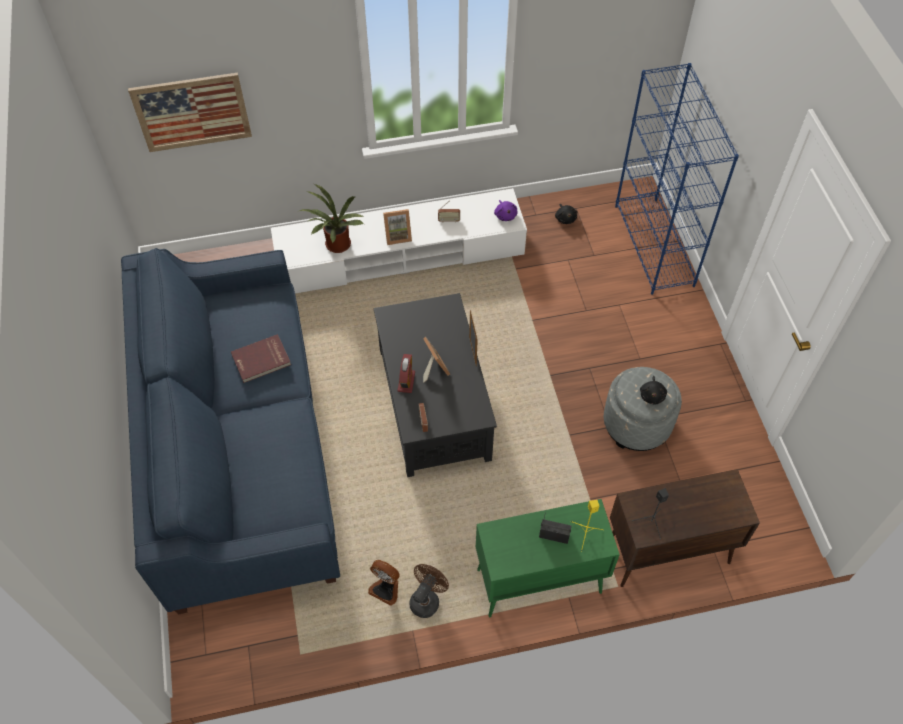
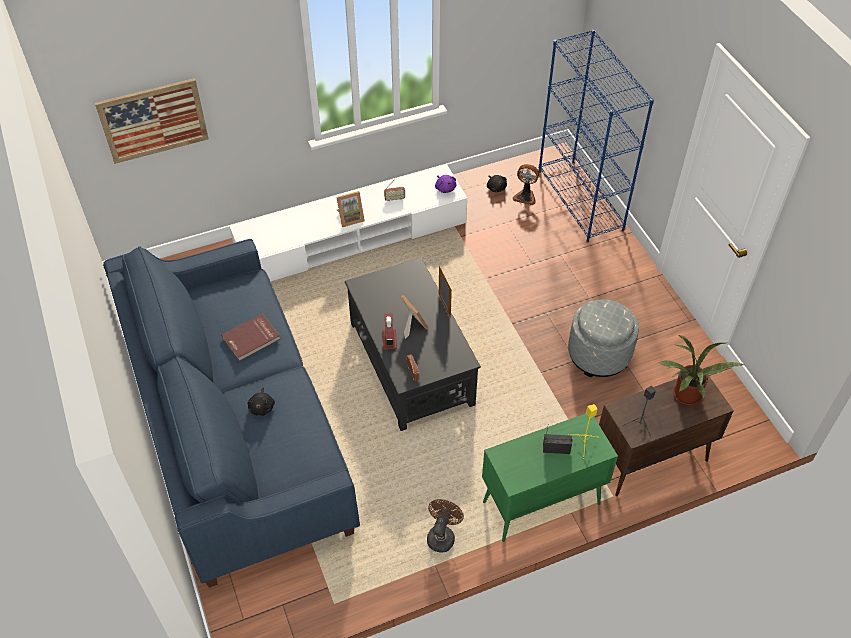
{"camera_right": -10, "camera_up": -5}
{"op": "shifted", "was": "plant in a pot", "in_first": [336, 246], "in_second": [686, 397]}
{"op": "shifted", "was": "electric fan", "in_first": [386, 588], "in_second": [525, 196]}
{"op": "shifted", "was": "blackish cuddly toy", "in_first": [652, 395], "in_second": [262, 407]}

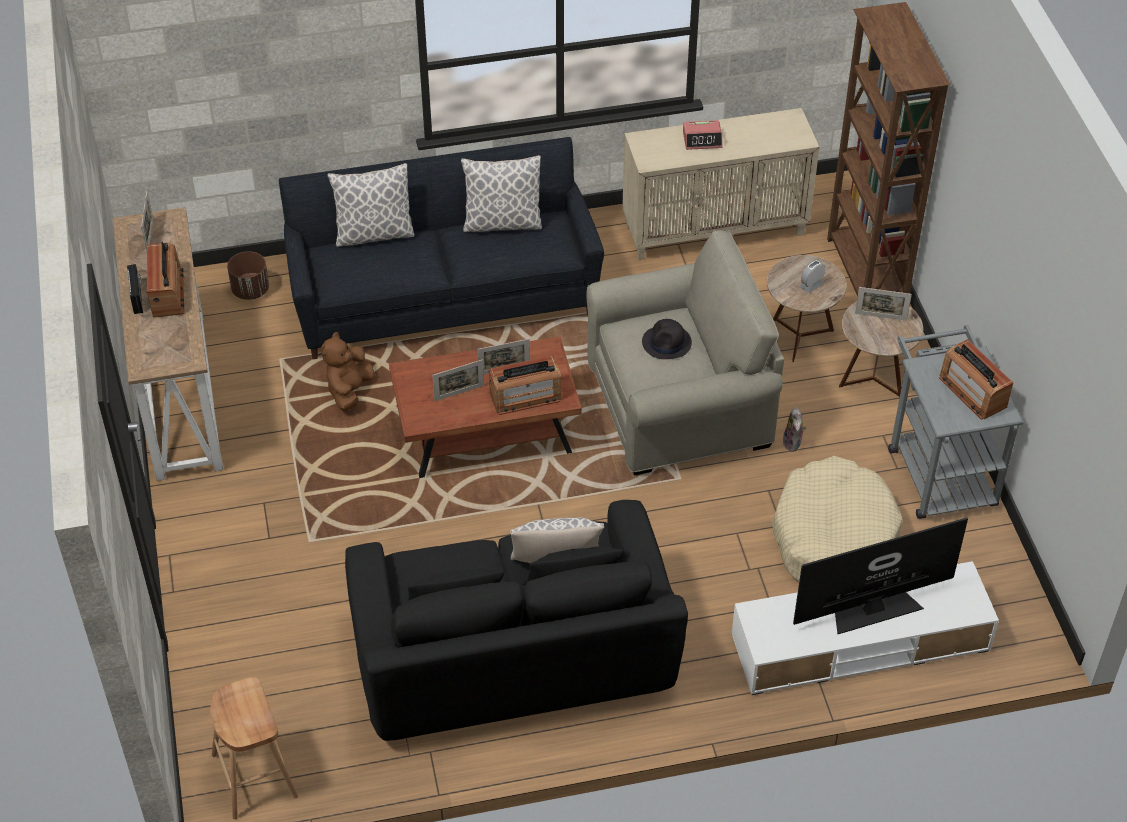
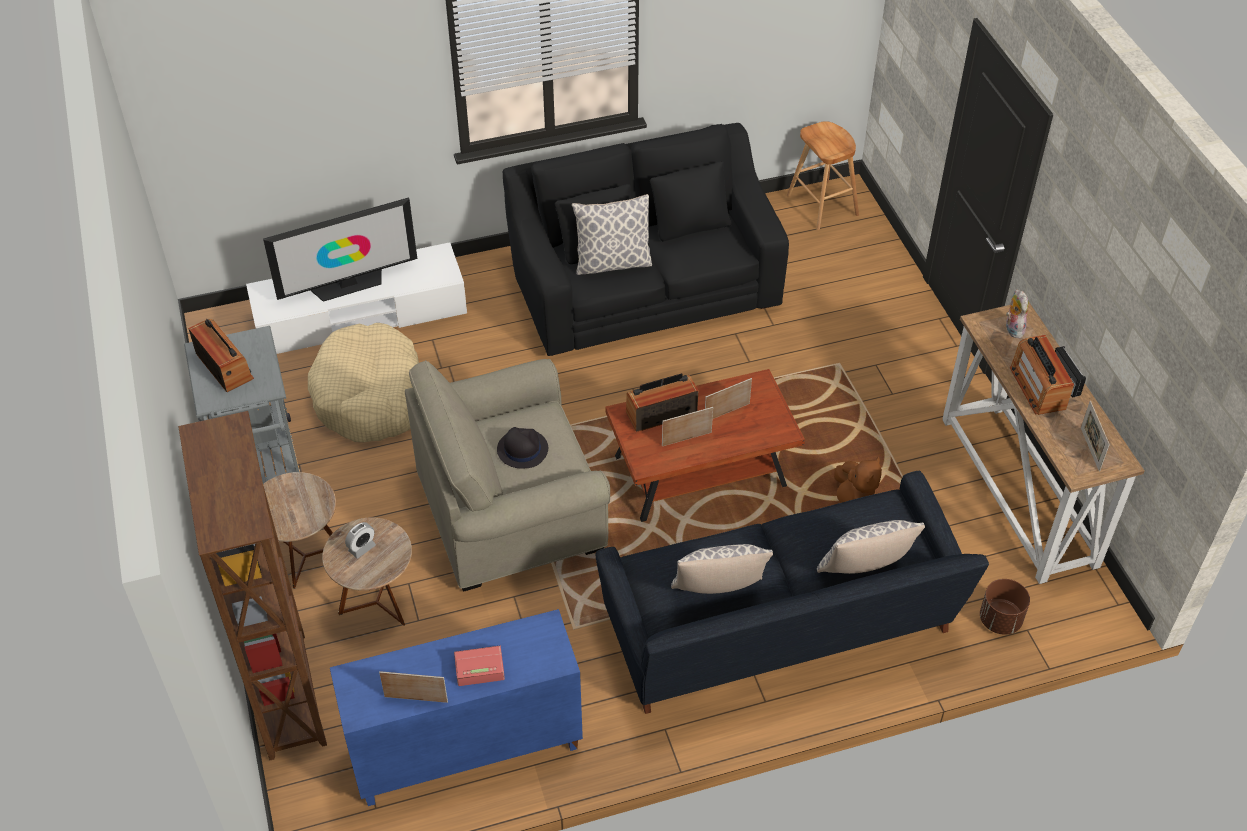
{"camera_right": 175, "camera_up": 0}
{"op": "shifted", "was": "cuddly toy", "in_first": [793, 443], "in_second": [1012, 329]}
{"op": "shifted", "was": "photo frame", "in_first": [880, 317], "in_second": [416, 699]}
{"op": "repainted", "was": "sand-coloured cupboard", "now": "blue cupboard", "in_first": [715, 229], "in_second": [465, 751]}

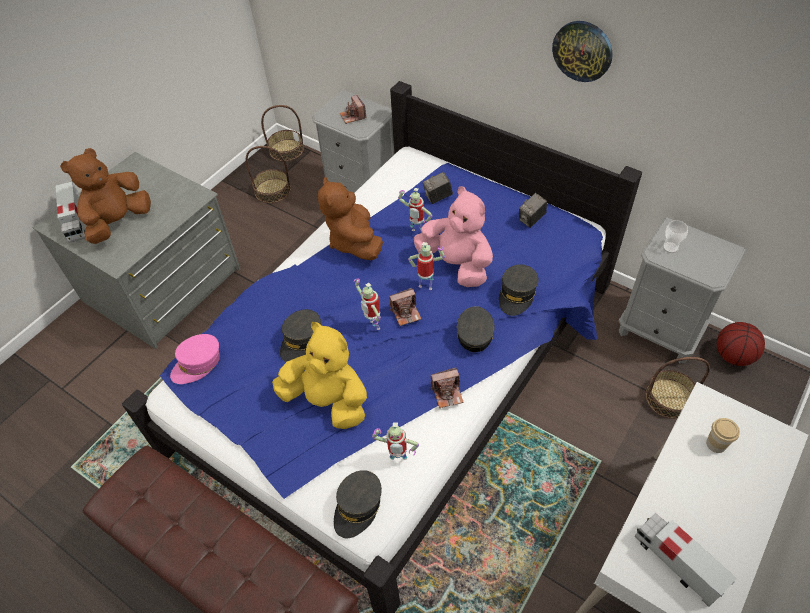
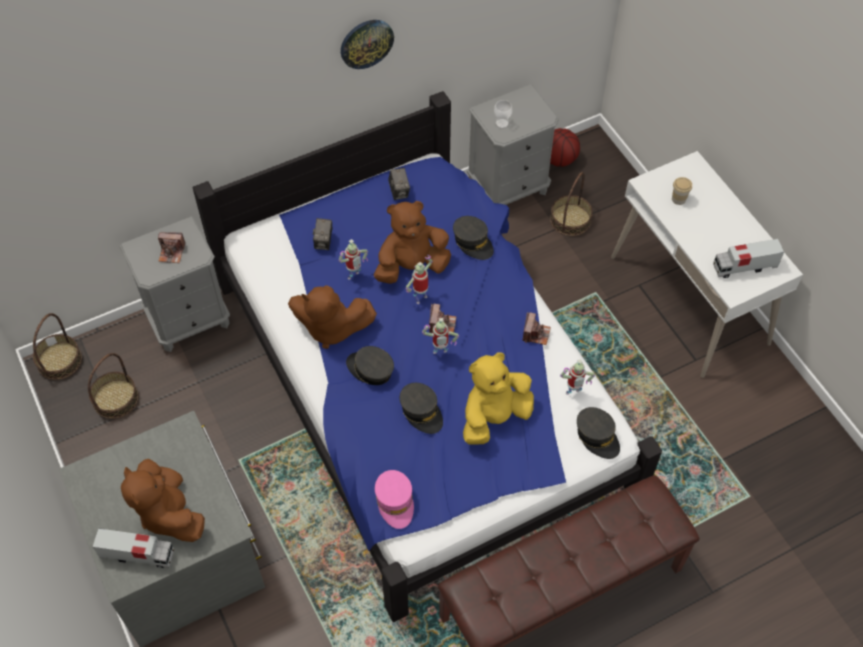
{"camera_right": -65, "camera_up": 5}
{"op": "shifted", "was": "greyish peaked cap", "in_first": [474, 333], "in_second": [370, 369]}
{"op": "repainted", "was": "pink-coloured cuddly toy", "now": "brownish cuddly toy", "in_first": [456, 264], "in_second": [411, 266]}
{"op": "rotated", "was": "robot figure", "in_first": [398, 460], "in_second": [572, 394], "clockwise": 45}

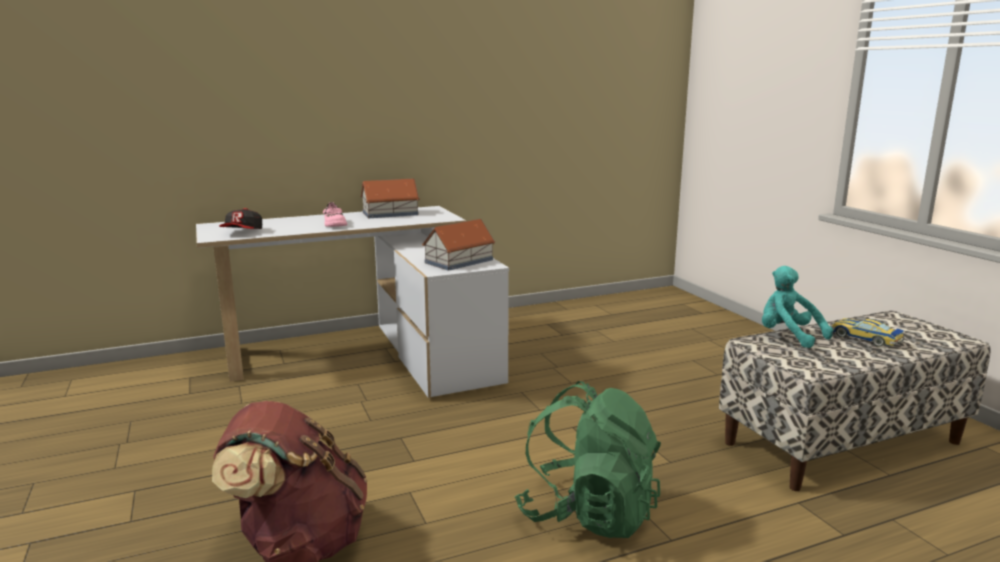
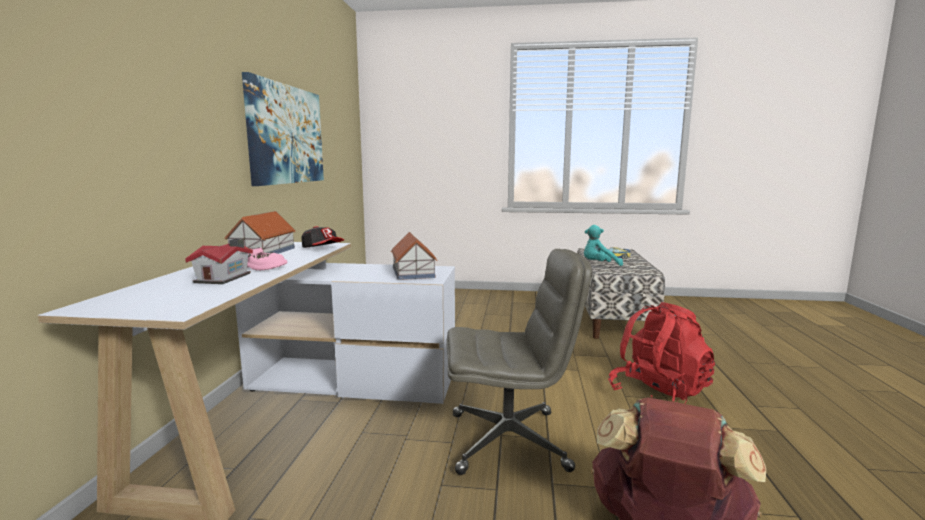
{"camera_right": -60, "camera_up": -5}
{"op": "new", "now": "toy house", "in_second": [225, 278]}
{"op": "new", "now": "wall picture", "in_second": [286, 135]}
{"op": "new", "now": "greyish office chair", "in_second": [509, 441]}
{"op": "shifted", "was": "peaked cap", "in_first": [243, 232], "in_second": [322, 249]}
{"op": "repainted", "was": "green knapsack", "now": "red-coloured knapsack", "in_first": [588, 514], "in_second": [658, 395]}

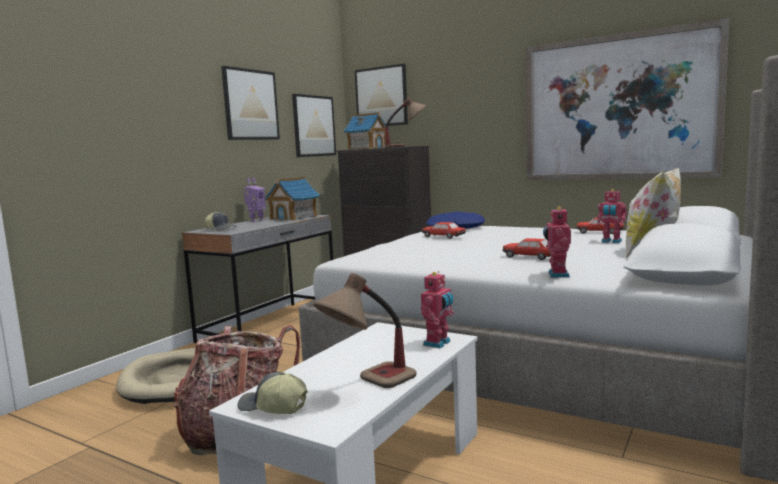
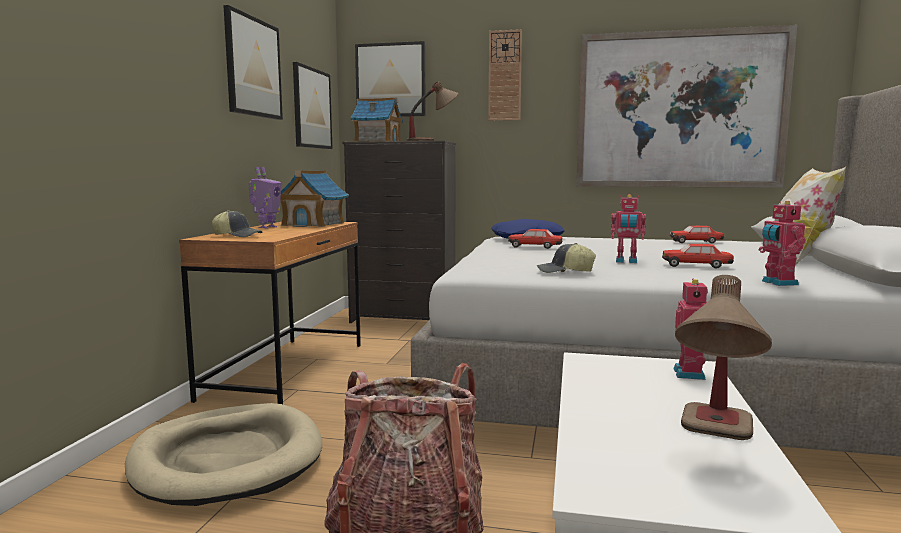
{"camera_right": -20, "camera_up": 0}
{"op": "new", "now": "wall clock", "in_second": [505, 76]}
{"op": "shifted", "was": "peaked cap", "in_first": [272, 408], "in_second": [565, 272]}
{"op": "shifted", "was": "robot figure", "in_first": [611, 242], "in_second": [626, 261]}
{"op": "repainted", "was": "greyish desk unit", "now": "brownish desk unit", "in_first": [270, 325], "in_second": [287, 370]}

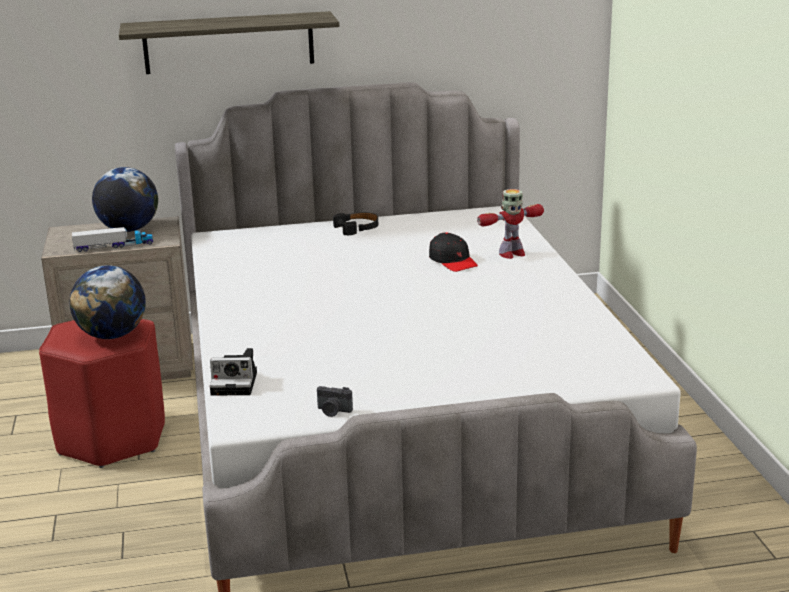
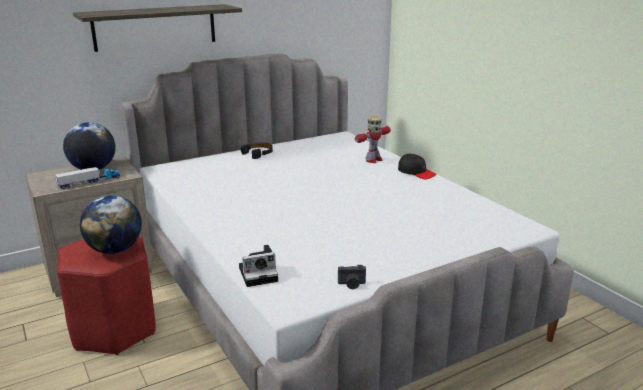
{"camera_right": -20, "camera_up": 0}
{"op": "shifted", "was": "blackish peaked cap", "in_first": [453, 261], "in_second": [416, 172]}

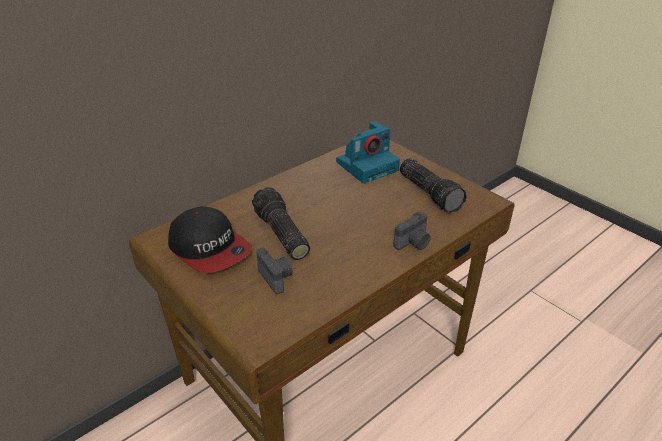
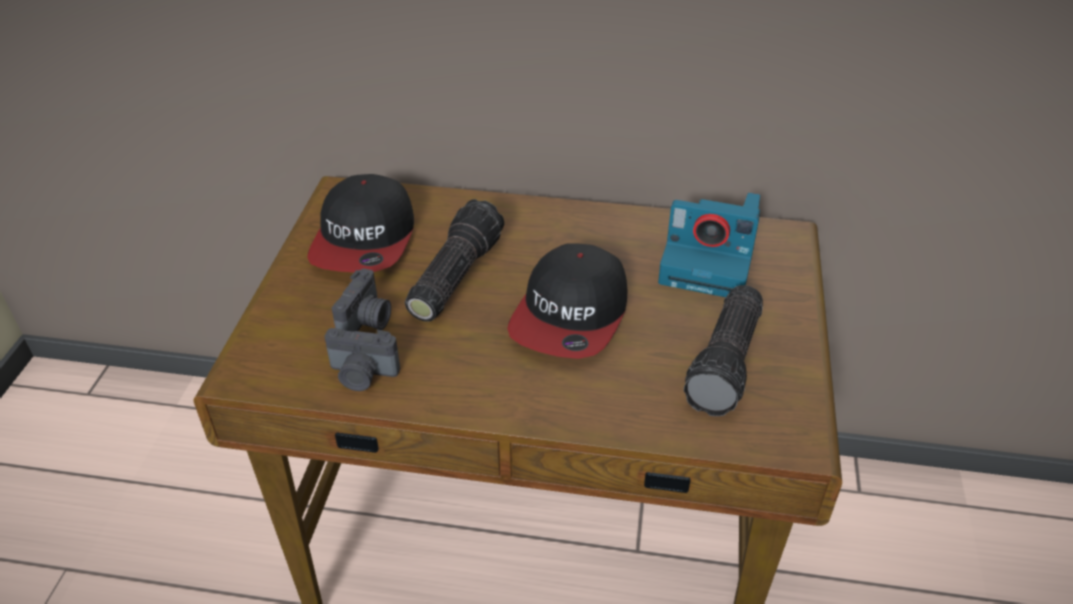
{"camera_right": 50, "camera_up": 5}
{"op": "new", "now": "peaked cap", "in_second": [571, 315]}
{"op": "shifted", "was": "photo camera", "in_first": [413, 243], "in_second": [362, 375]}

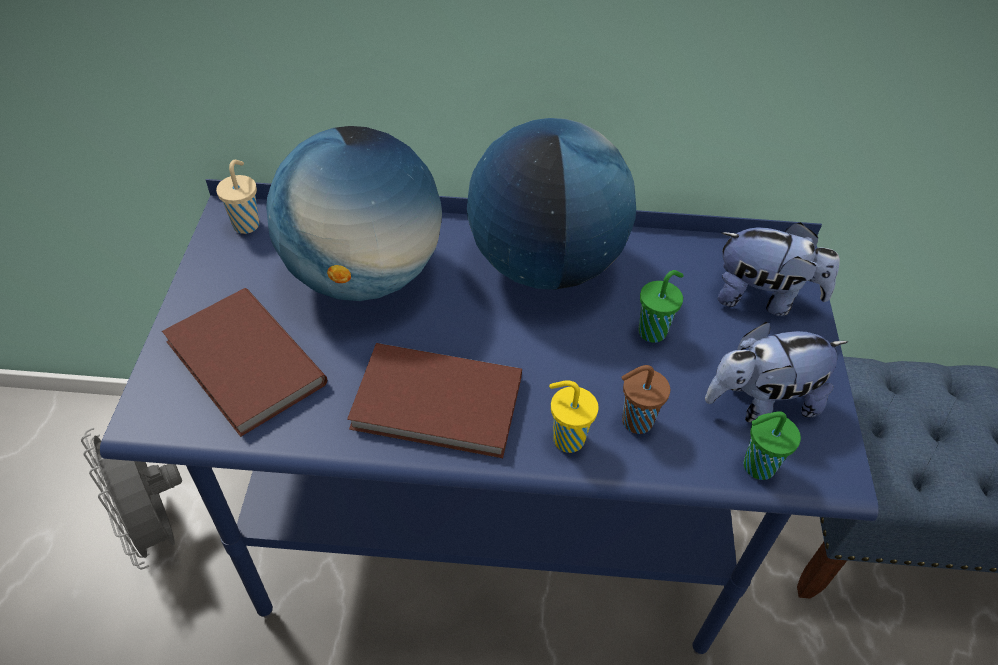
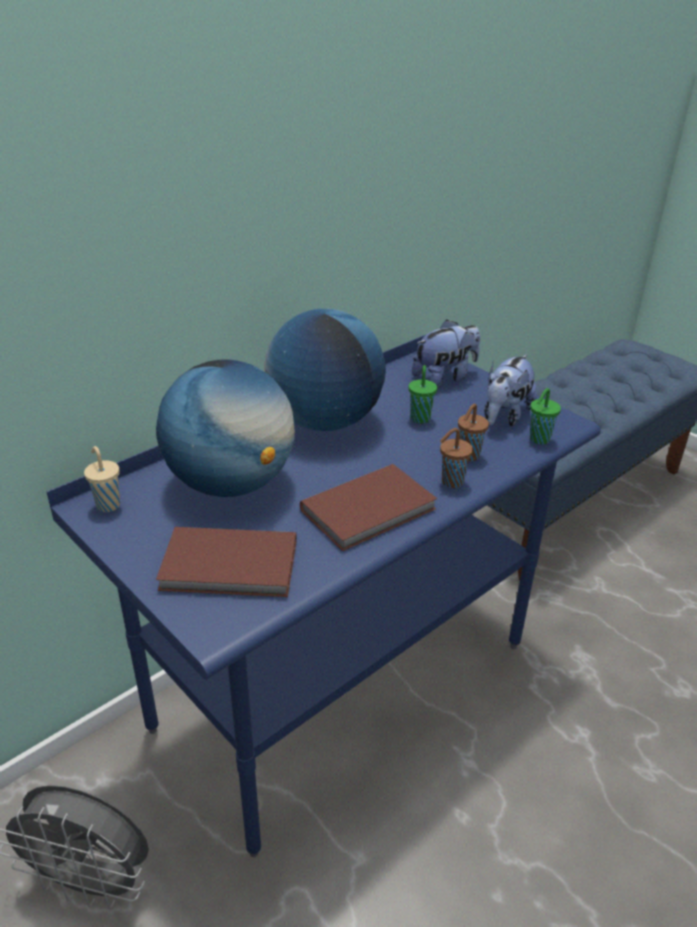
{"camera_right": -45, "camera_up": -15}
{"op": "repainted", "was": "yellowish cup", "now": "brownish cup", "in_first": [566, 439], "in_second": [451, 482]}

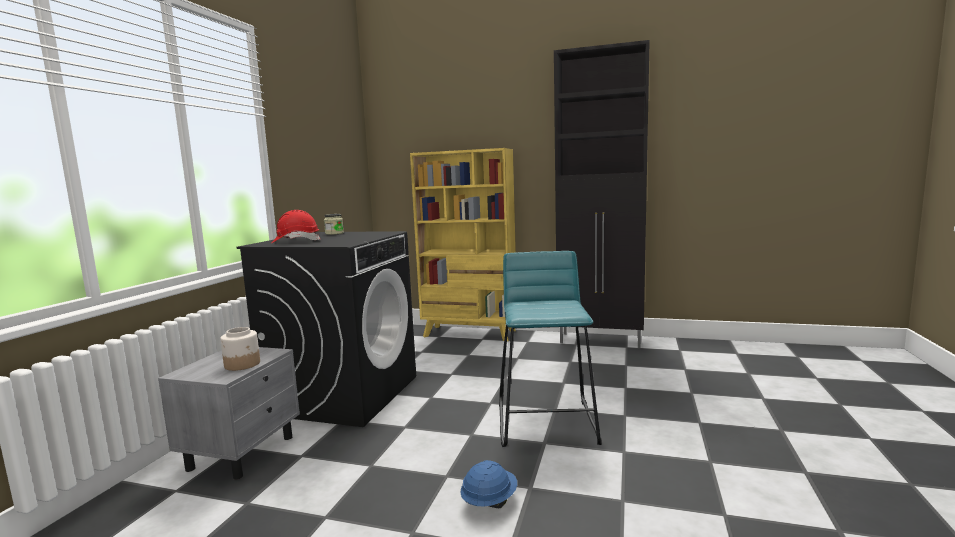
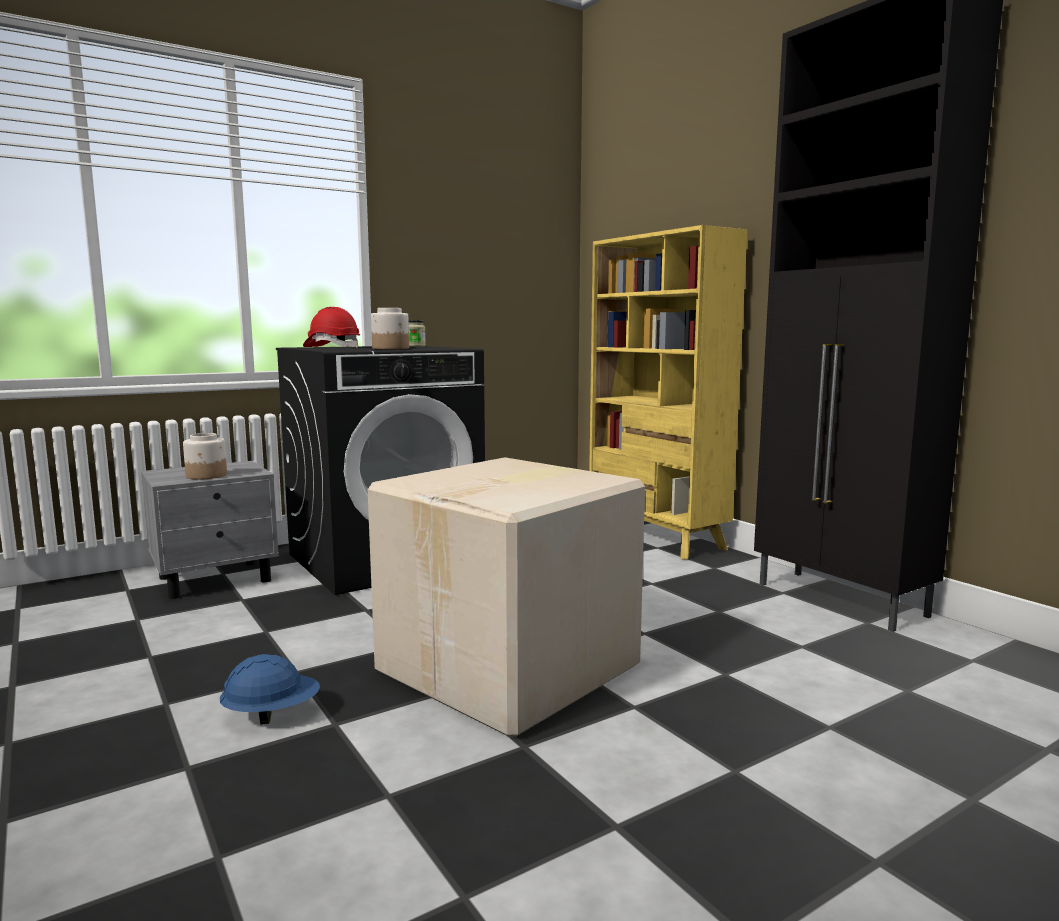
{"camera_right": 40, "camera_up": 0}
{"op": "new", "now": "jar", "in_second": [391, 348]}
{"op": "swapped", "was": "blue-green sitting stool", "now": "packing box", "in_first": [547, 422], "in_second": [512, 669]}

